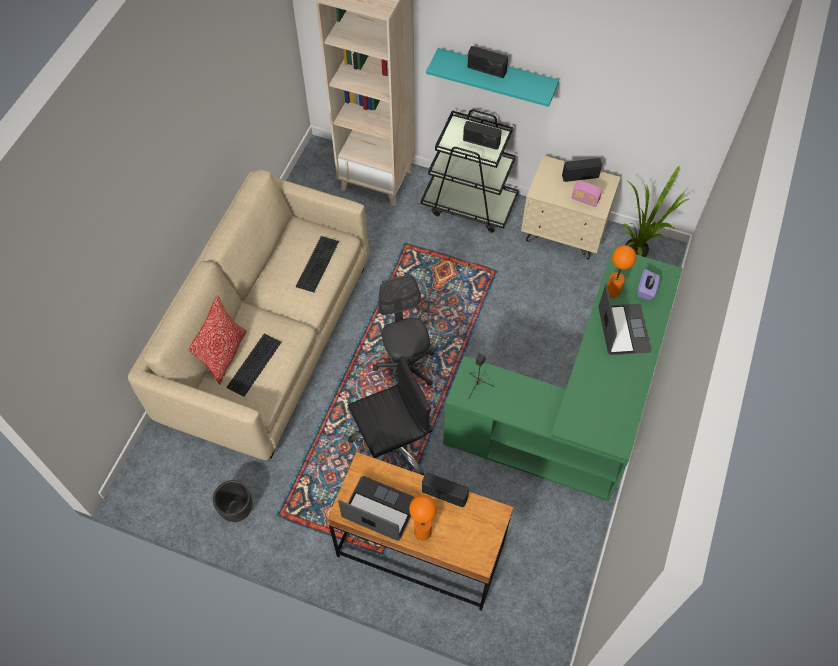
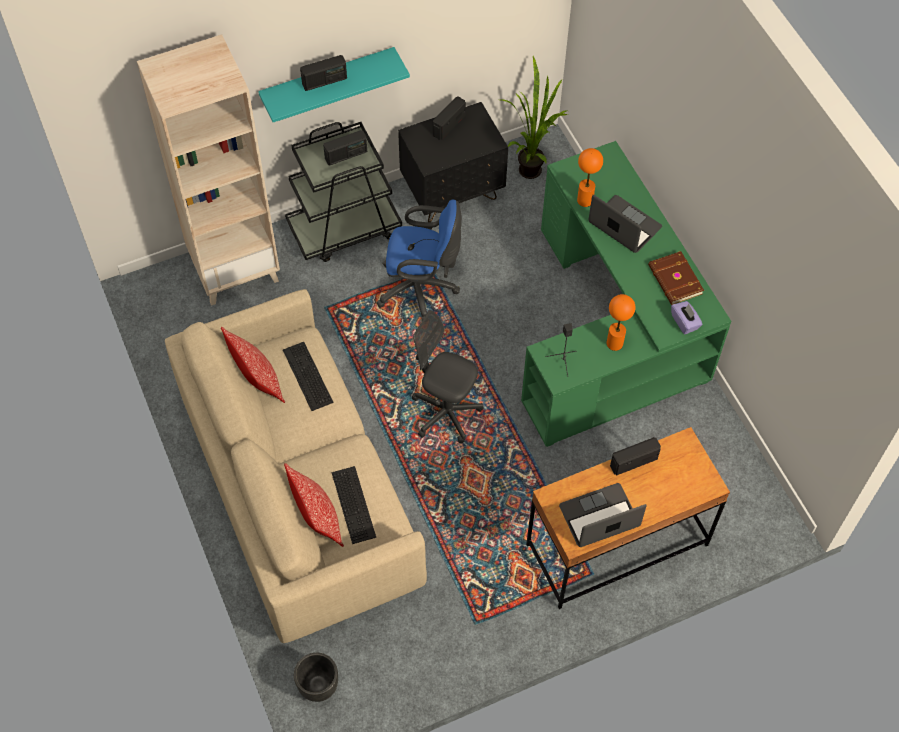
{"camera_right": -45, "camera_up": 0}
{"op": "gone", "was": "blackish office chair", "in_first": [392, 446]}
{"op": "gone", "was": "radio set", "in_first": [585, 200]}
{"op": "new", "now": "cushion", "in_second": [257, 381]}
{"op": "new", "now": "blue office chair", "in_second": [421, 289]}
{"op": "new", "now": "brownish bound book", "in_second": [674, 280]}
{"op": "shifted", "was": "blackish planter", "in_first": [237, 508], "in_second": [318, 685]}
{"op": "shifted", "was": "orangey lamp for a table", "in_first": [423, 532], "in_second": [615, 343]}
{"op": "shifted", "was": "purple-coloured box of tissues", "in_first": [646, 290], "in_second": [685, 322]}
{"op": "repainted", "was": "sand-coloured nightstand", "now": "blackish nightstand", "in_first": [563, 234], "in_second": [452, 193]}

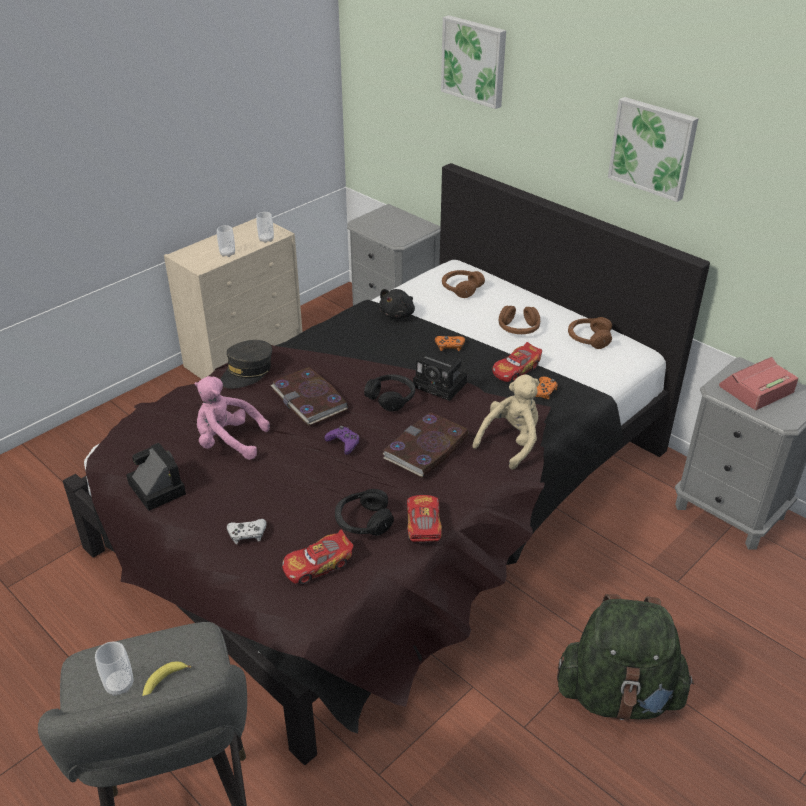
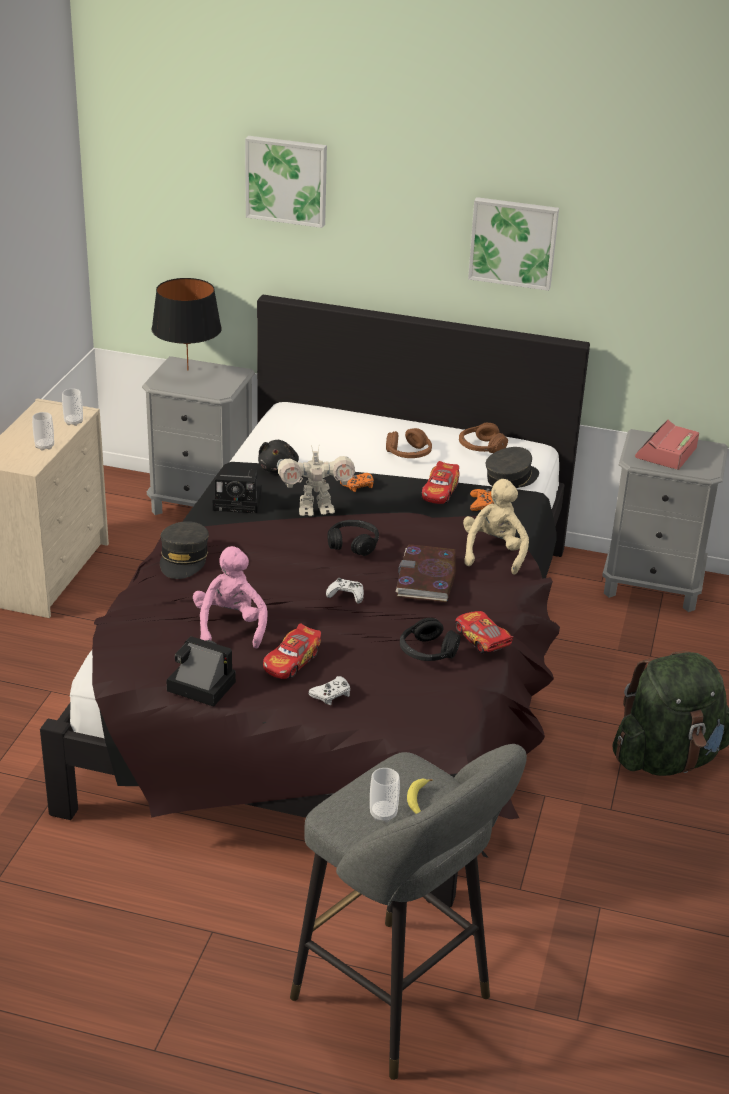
{"camera_right": -30, "camera_up": -5}
{"op": "gone", "was": "bound book", "in_first": [310, 399]}
{"op": "gone", "was": "brownish pair of headphones", "in_first": [461, 288]}
{"op": "new", "now": "blackish lamp for a table", "in_second": [187, 370]}
{"op": "new", "now": "robot figure", "in_second": [315, 509]}
{"op": "new", "now": "greyish peaked cap", "in_second": [511, 478]}
{"op": "shifted", "was": "toy car", "in_first": [317, 565], "in_second": [291, 661]}
{"op": "shifted", "was": "photo camera", "in_first": [442, 385], "in_second": [240, 502]}
{"op": "repainted", "was": "purple-coloured joypad", "now": "whitish joypad", "in_first": [343, 443], "in_second": [346, 595]}
{"op": "rotated", "was": "pink-coloured cuddly toy", "in_first": [228, 442], "in_second": [230, 626], "clockwise": 105}

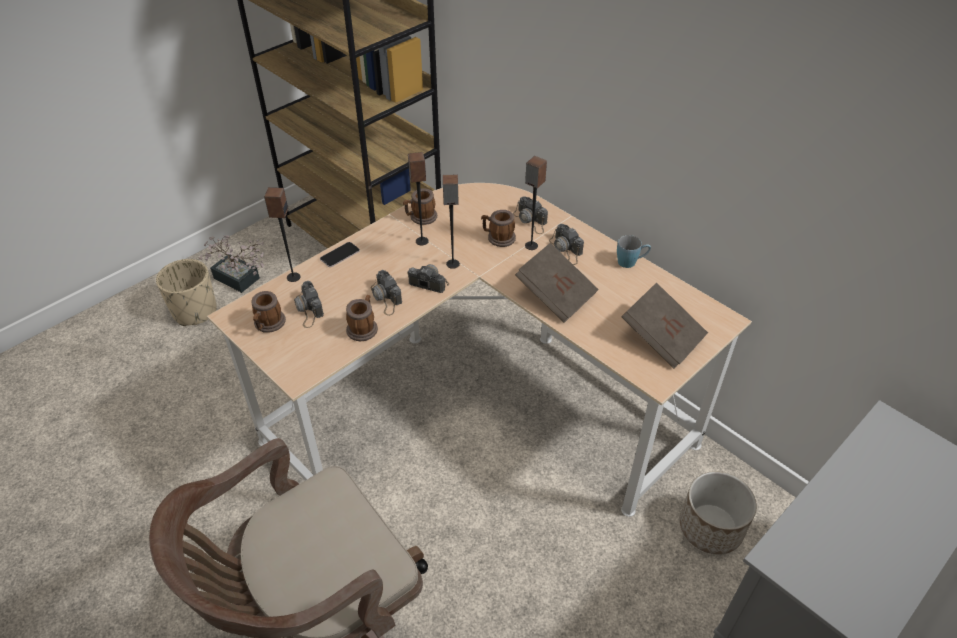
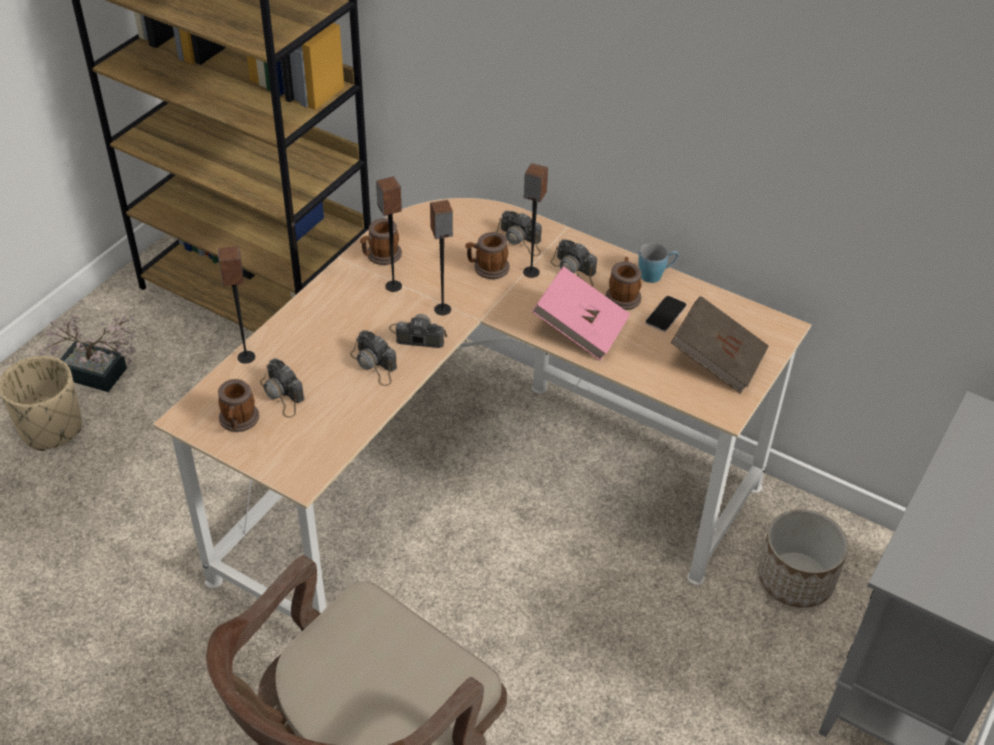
{"camera_right": -15, "camera_up": 0}
{"op": "shifted", "was": "phone", "in_first": [340, 255], "in_second": [666, 314]}
{"op": "shifted", "was": "coffee mug", "in_first": [363, 327], "in_second": [623, 295]}
{"op": "repainted", "was": "brownish bound book", "now": "pink-coloured bound book", "in_first": [556, 295], "in_second": [580, 329]}

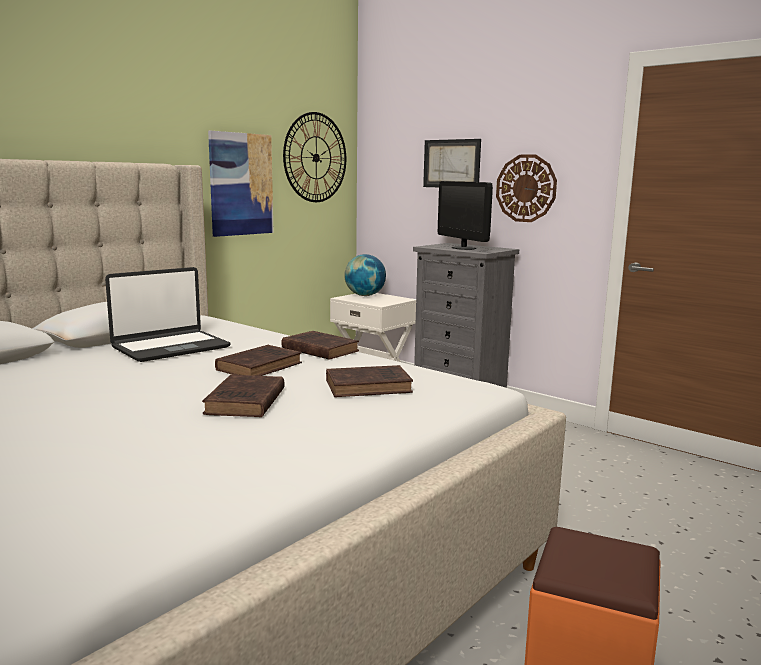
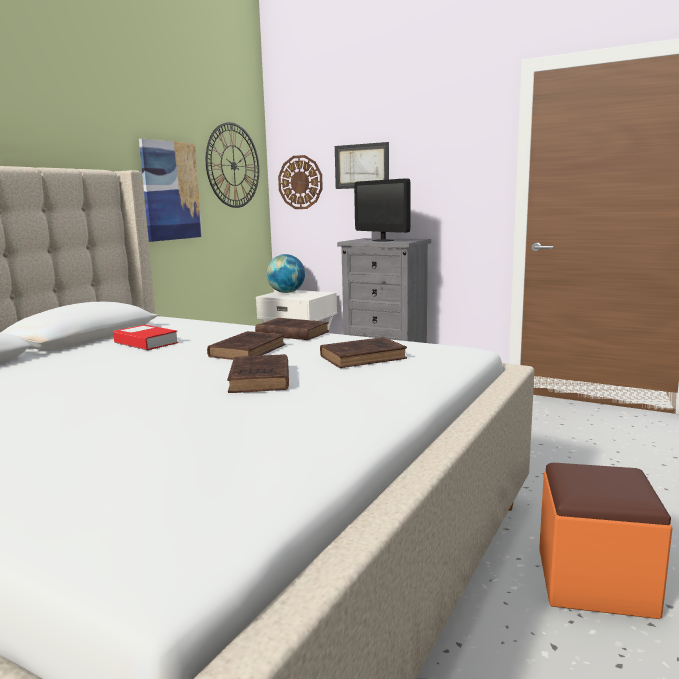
{"camera_right": -10, "camera_up": 0}
{"op": "shifted", "was": "wall clock", "in_first": [526, 188], "in_second": [300, 182]}
{"op": "swapped", "was": "laptop", "now": "bound book", "in_first": [170, 347], "in_second": [146, 343]}

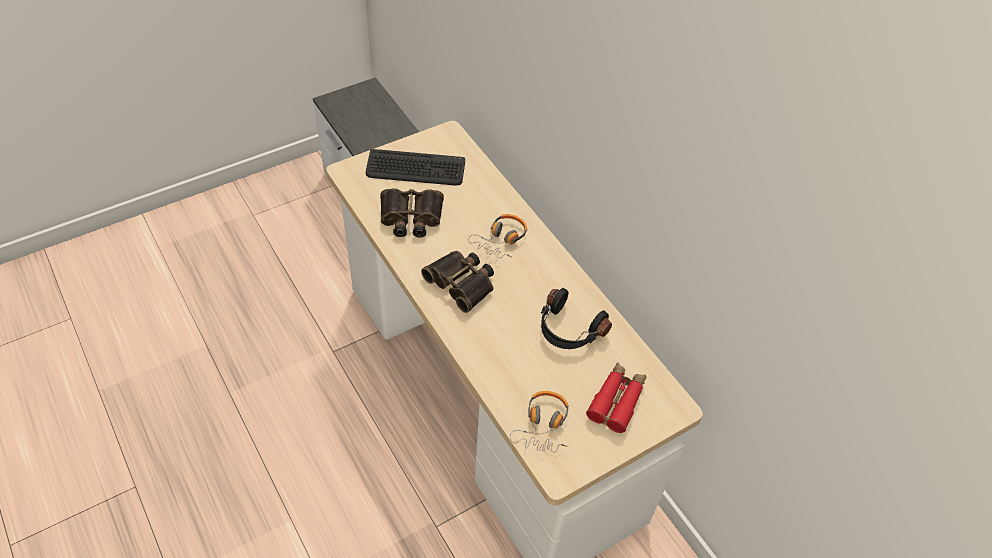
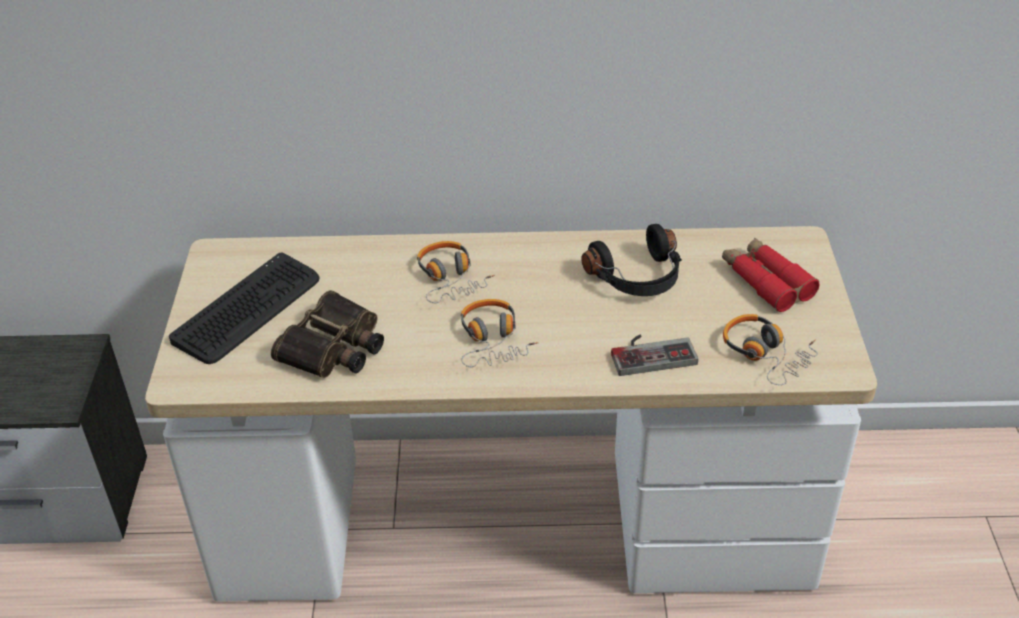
{"camera_right": -55, "camera_up": -10}
{"op": "new", "now": "joypad", "in_second": [651, 352]}
{"op": "swapped", "was": "binoculars", "now": "pair of headphones", "in_first": [462, 283], "in_second": [493, 340]}

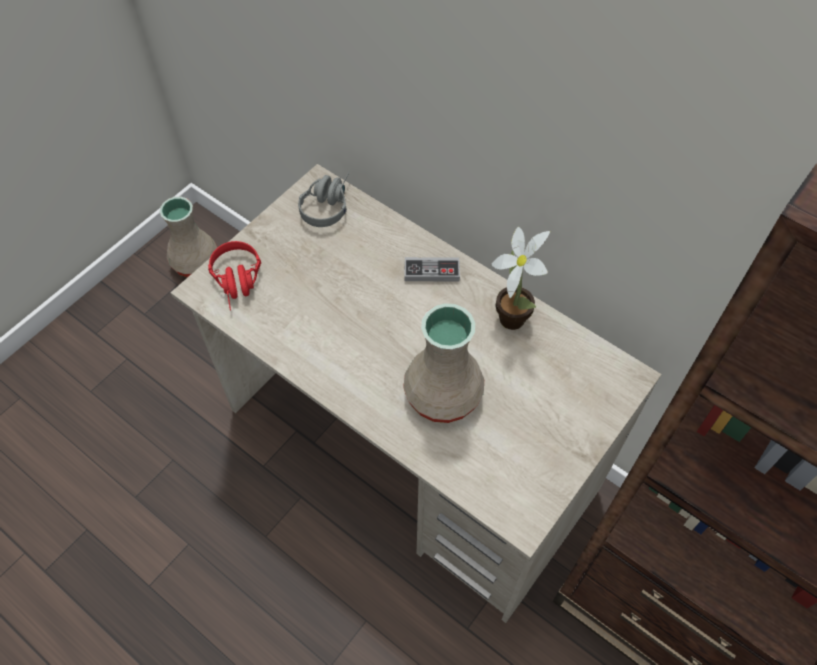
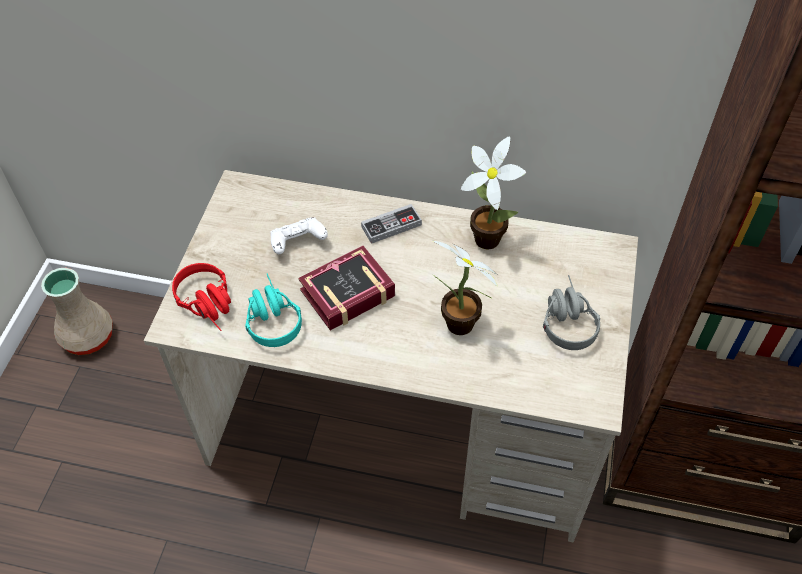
{"camera_right": -25, "camera_up": -5}
{"op": "new", "now": "blue-green pair of headphones", "in_second": [270, 317]}
{"op": "new", "now": "whitish joypad", "in_second": [298, 243]}
{"op": "new", "now": "bound book", "in_second": [343, 293]}
{"op": "shifted", "was": "greyish pair of headphones", "in_first": [328, 203], "in_second": [565, 319]}
{"op": "swapped", "was": "sand-coloured decorative vase", "now": "plant in a pot", "in_first": [441, 394], "in_second": [462, 328]}

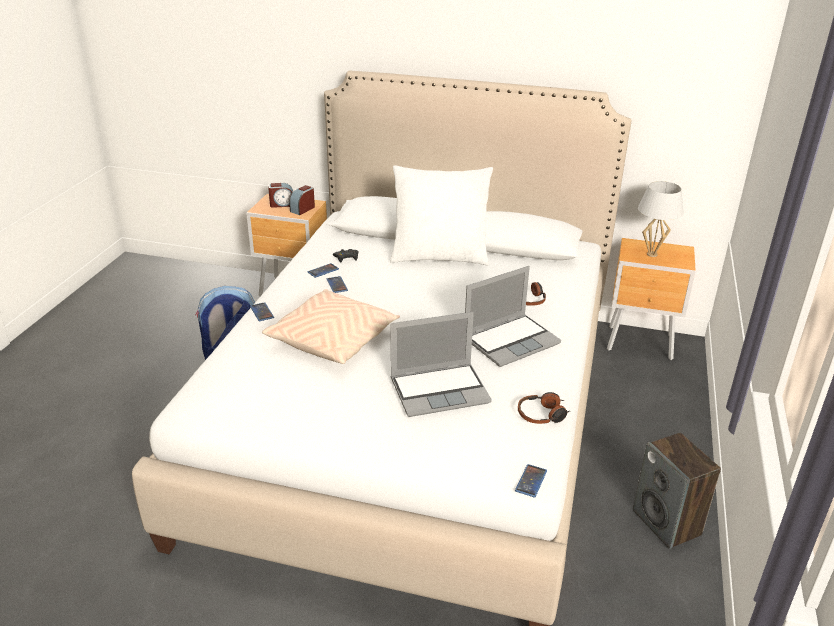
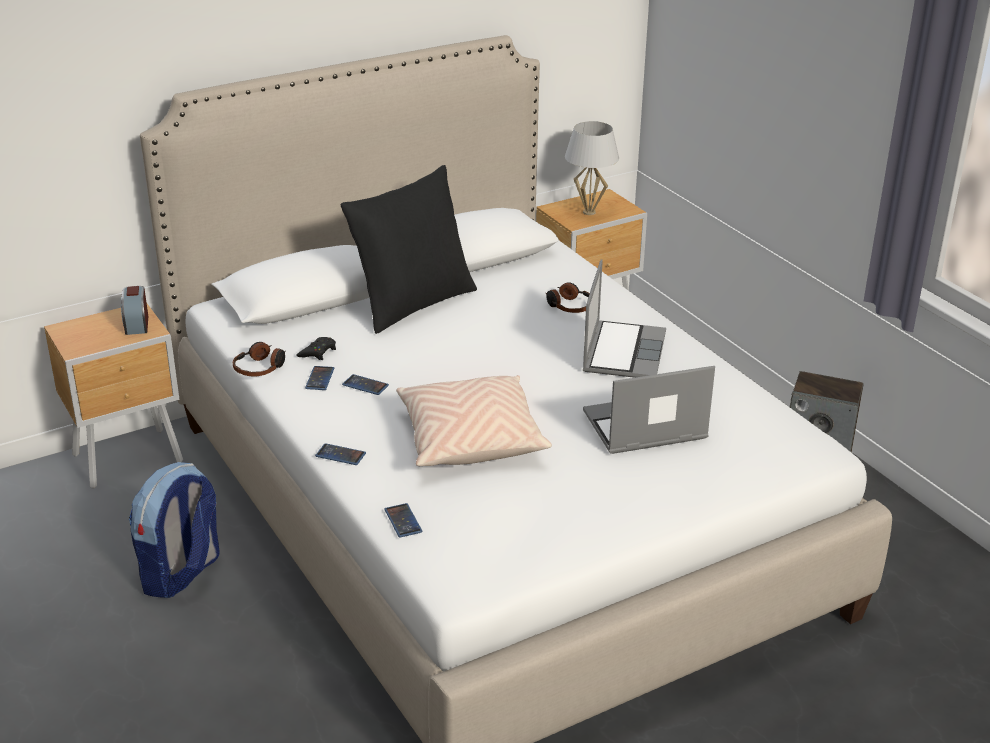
{"camera_right": -45, "camera_up": 0}
{"op": "gone", "was": "alarm clock", "in_first": [282, 204]}
{"op": "shifted", "was": "phone", "in_first": [531, 481], "in_second": [403, 521]}
{"op": "shifted", "was": "pair of headphones", "in_first": [542, 415], "in_second": [260, 367]}
{"op": "repainted", "was": "whitish cushion", "now": "blackish cushion", "in_first": [439, 256], "in_second": [412, 303]}
{"op": "rotated", "was": "laptop", "in_first": [440, 390], "in_second": [643, 427], "clockwise": -135}

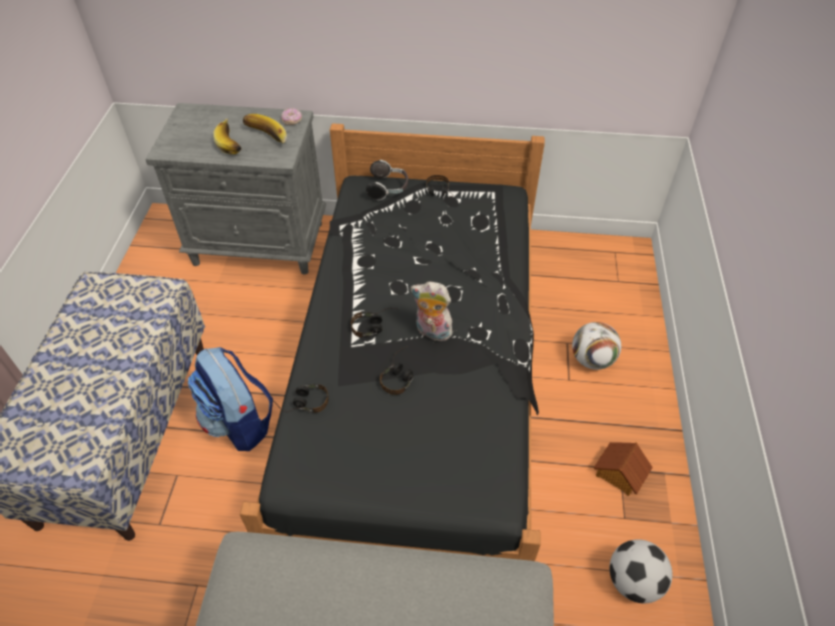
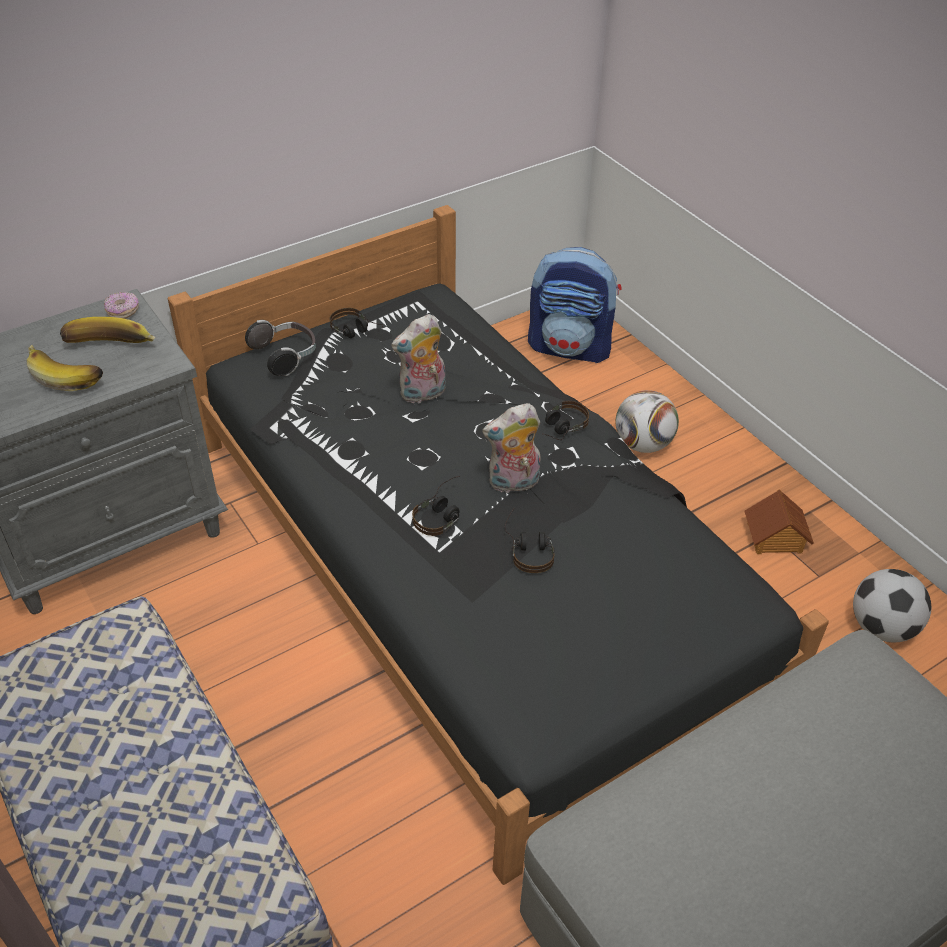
{"camera_right": -40, "camera_up": -5}
{"op": "new", "now": "cuddly toy", "in_second": [422, 394]}
{"op": "shifted", "was": "knapsack", "in_first": [239, 422], "in_second": [570, 347]}
{"op": "shifted", "was": "pair of headphones", "in_first": [302, 402], "in_second": [559, 429]}

